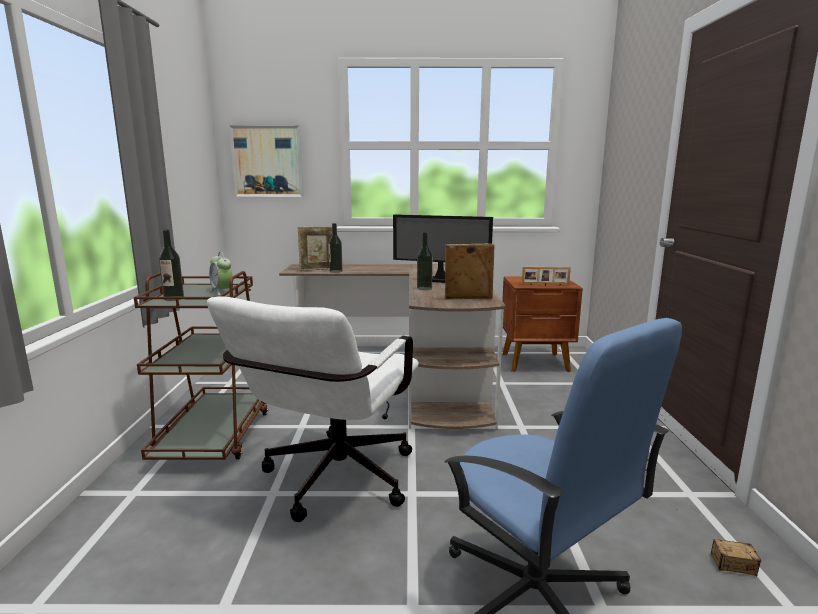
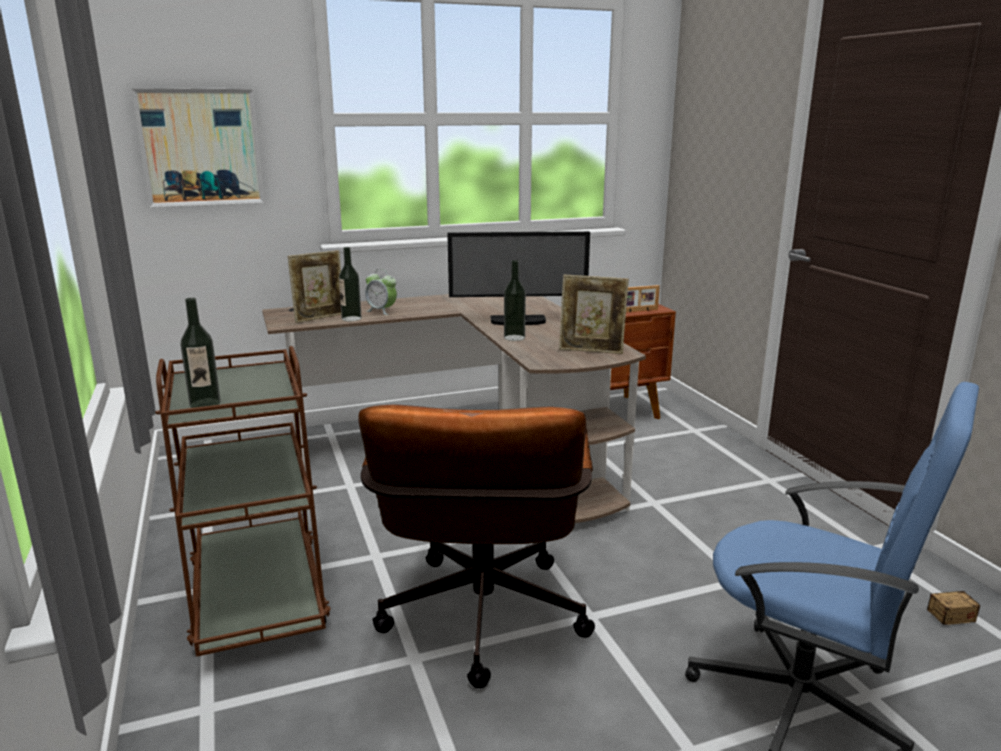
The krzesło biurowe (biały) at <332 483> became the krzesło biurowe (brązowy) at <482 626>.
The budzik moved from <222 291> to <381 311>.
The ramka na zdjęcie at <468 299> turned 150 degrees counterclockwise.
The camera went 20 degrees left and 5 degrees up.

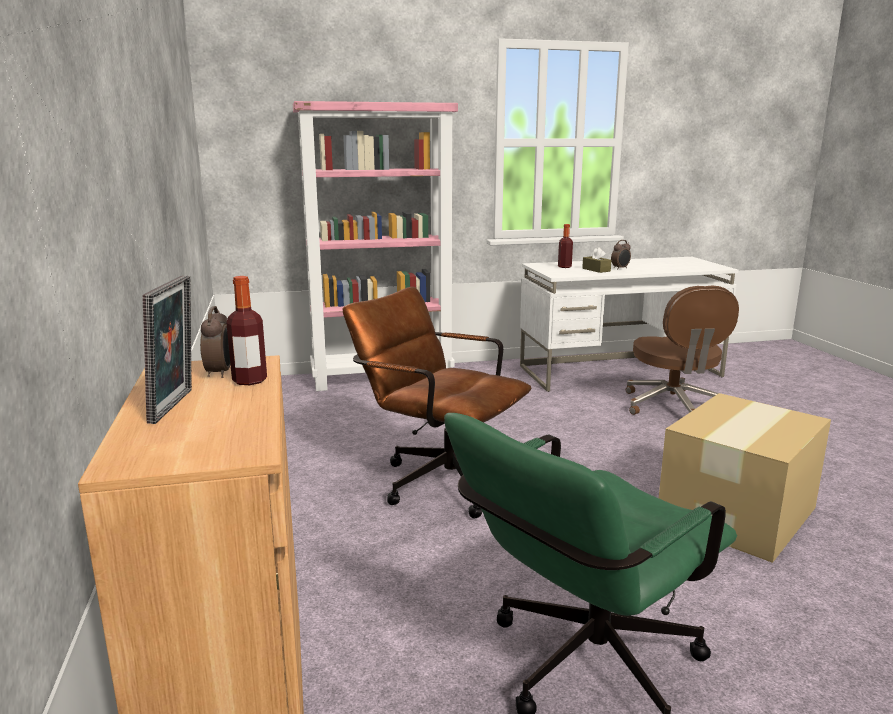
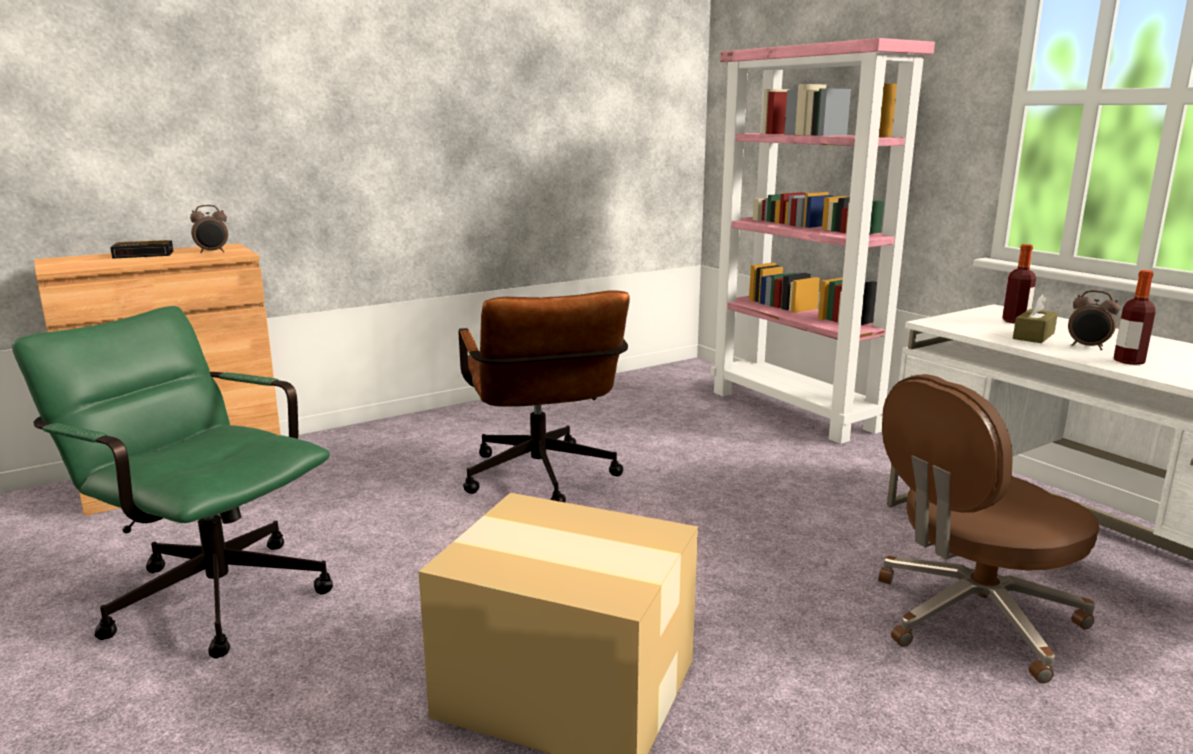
The ramka na zdjęcie at <176 406> was replaced by the budzik at <145 254>.
The butelka moved from <249 381> to <1128 361>.
The krzesło biurowe (brązowy) at <439 479> turned 150 degrees clockwise.
The camera went 70 degrees right and 0 degrees up.

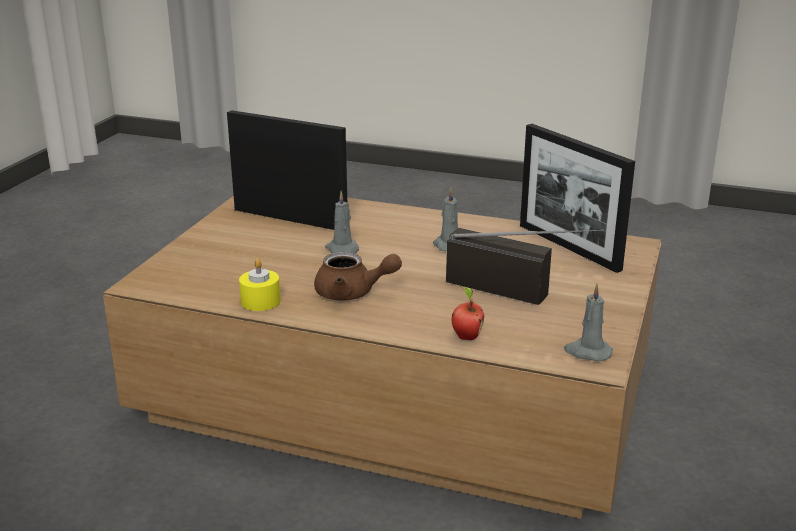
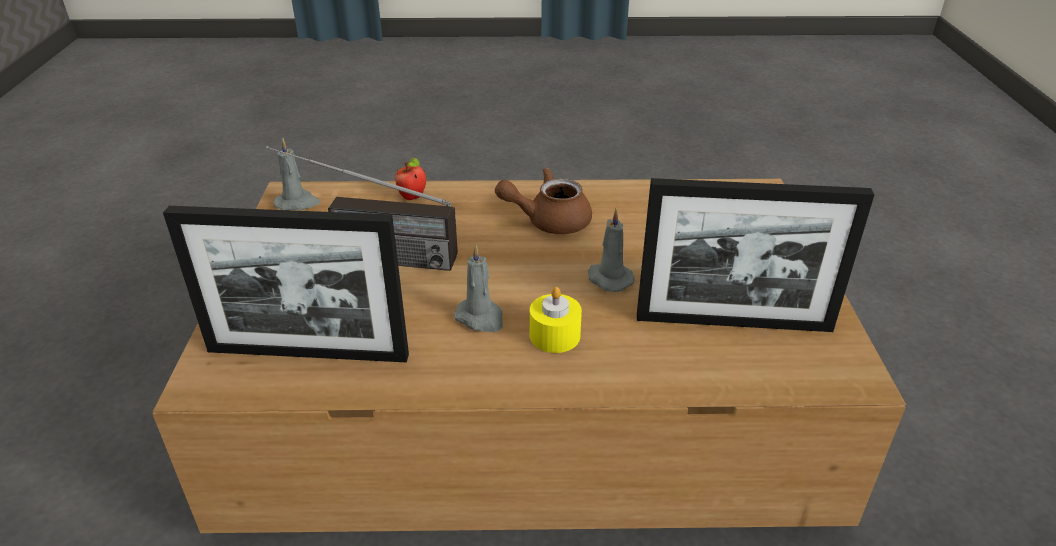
The świeca (żółty) moved from <260 301> to <554 335>.
The ramka na zdjęcie at <568 247> turned 150 degrees clockwise.
The camera went 160 degrees right and 10 degrees up.

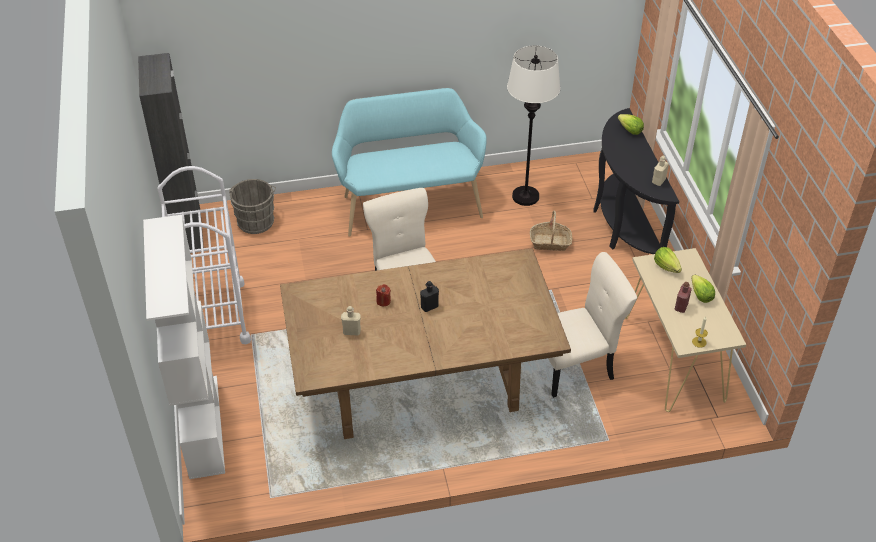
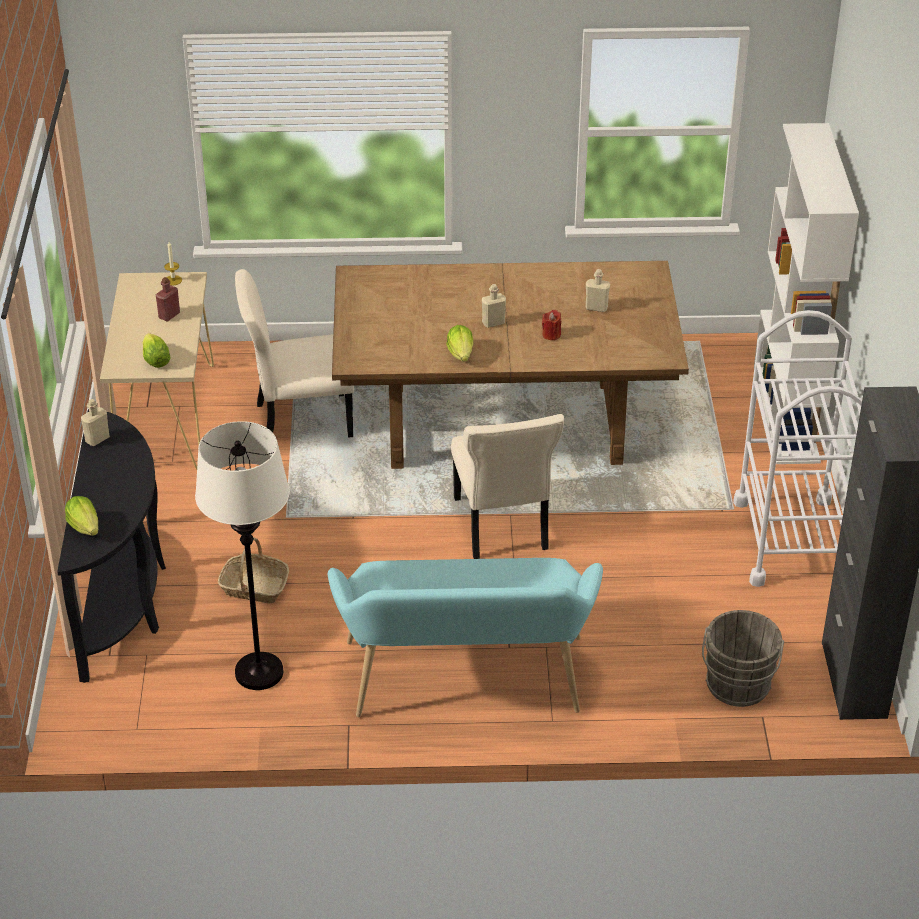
The butelka (czarny) at <429 307> became the butelka (beżowy) at <493 323>.
The sałata moved from <700 296> to <461 354>.
The camera went 170 degrees left and 5 degrees down.

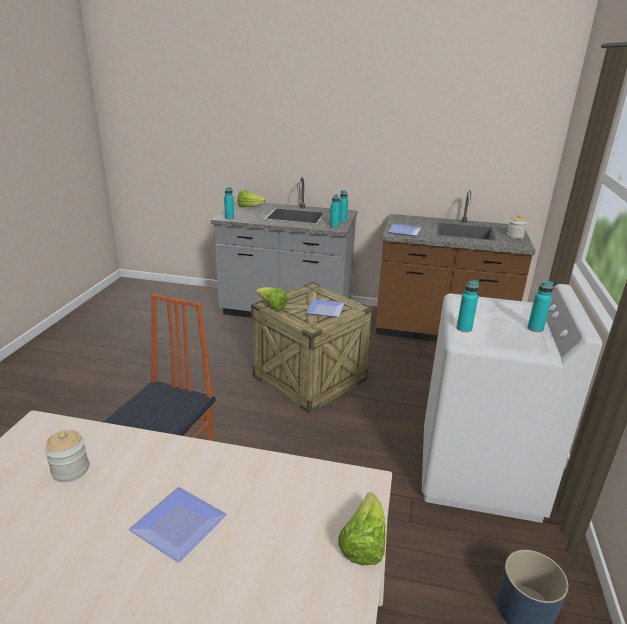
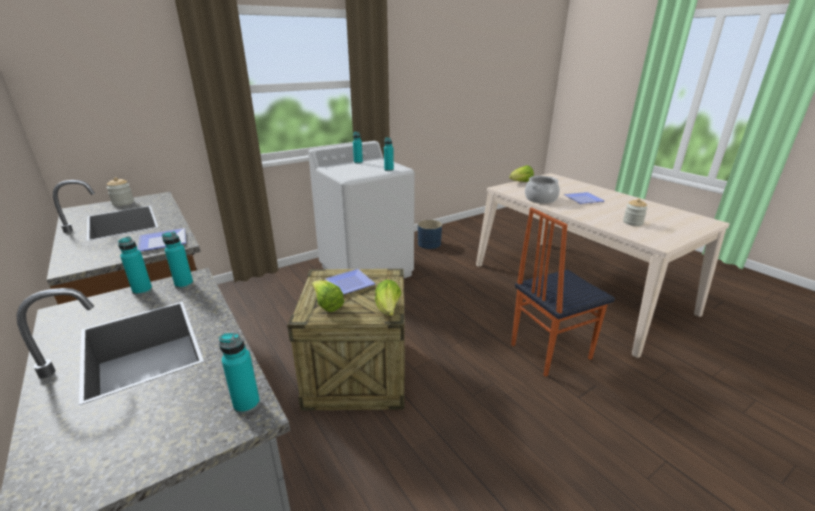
The sałata moved from <249 207> to <327 305>.
The garnek at <541 199> appeared.
The camera went 135 degrees left and 0 degrees up.

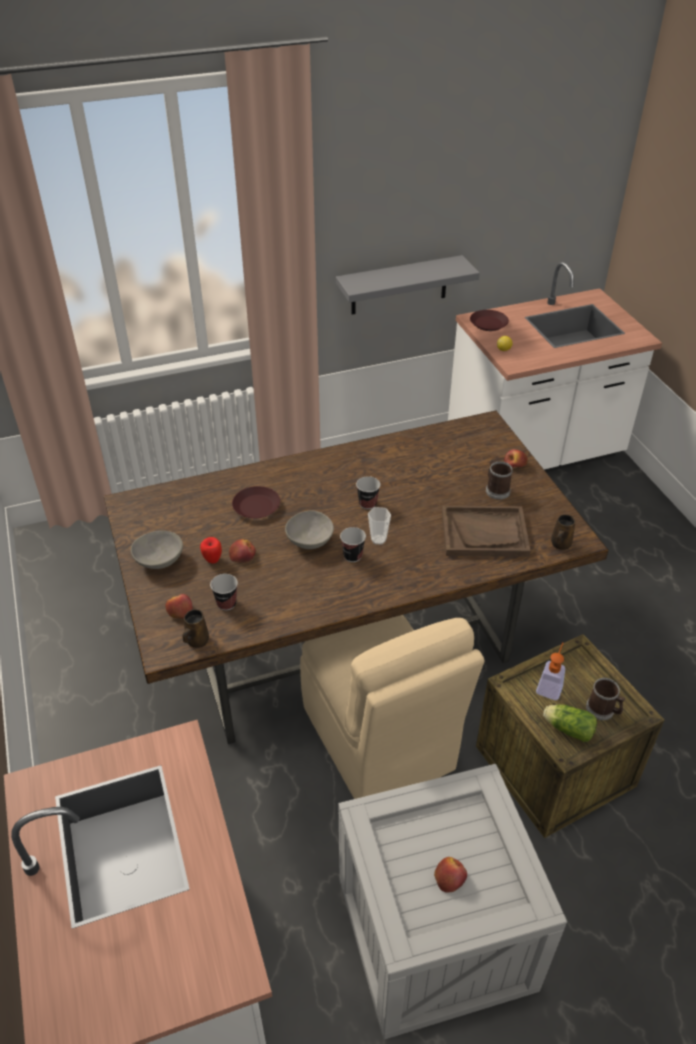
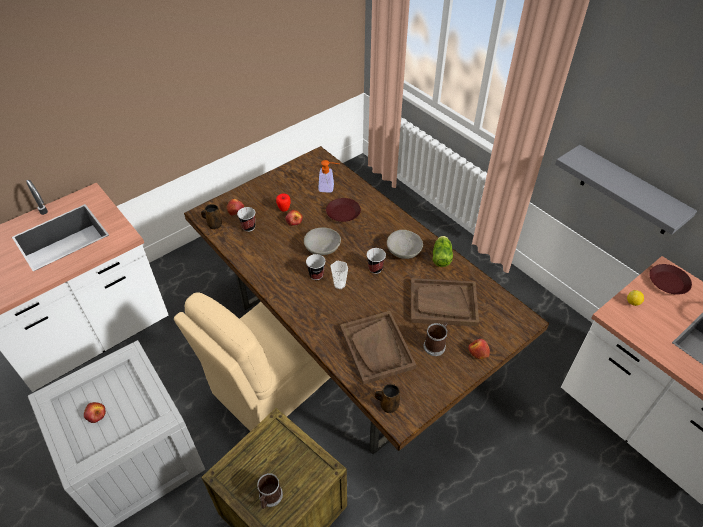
The miska (szary) moved from <159 560> to <403 251>.
The dozownik mydła moved from <550 686> to <329 188>.
The sałata moved from <567 728> to <441 256>.
The taca (brązowy) at <443 303> appeared.
The camera went 70 degrees right and 5 degrees up.

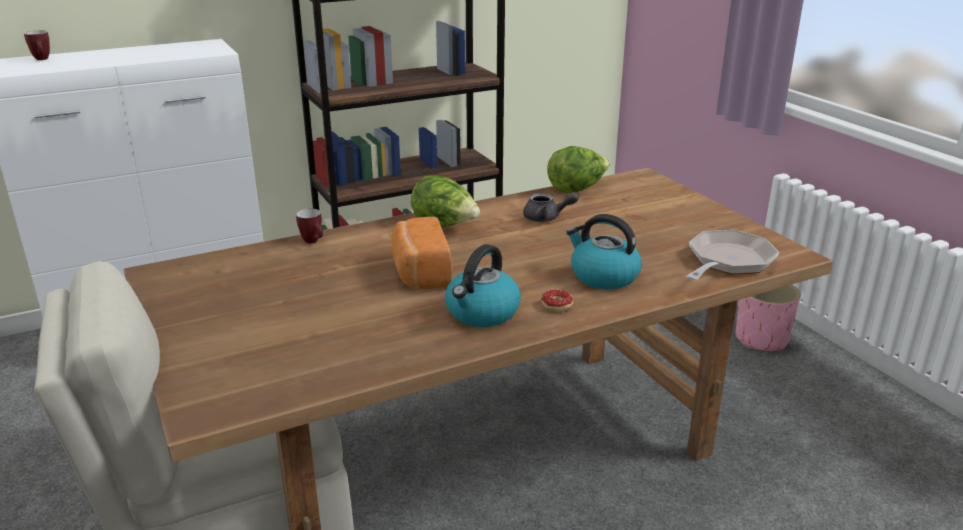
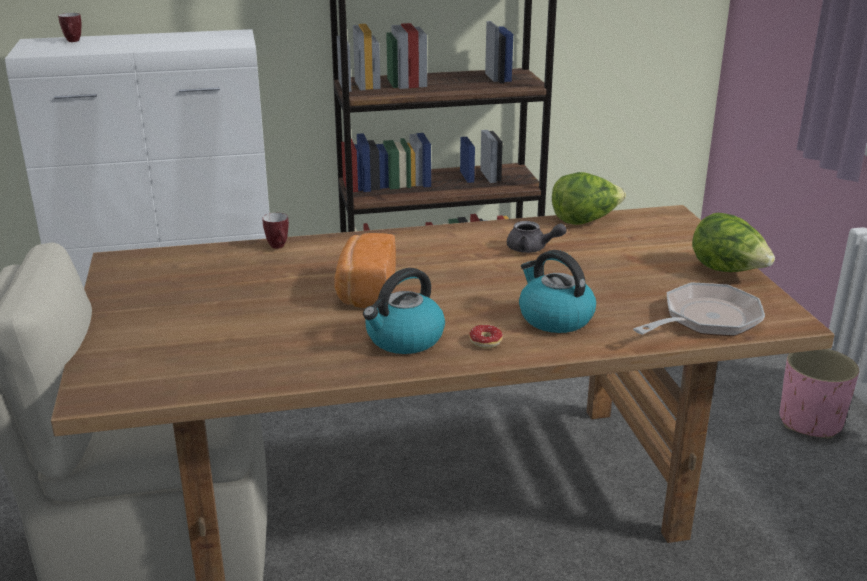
The sałata moved from <445 226> to <728 271>.
The camera went 15 degrees right and 0 degrees up.

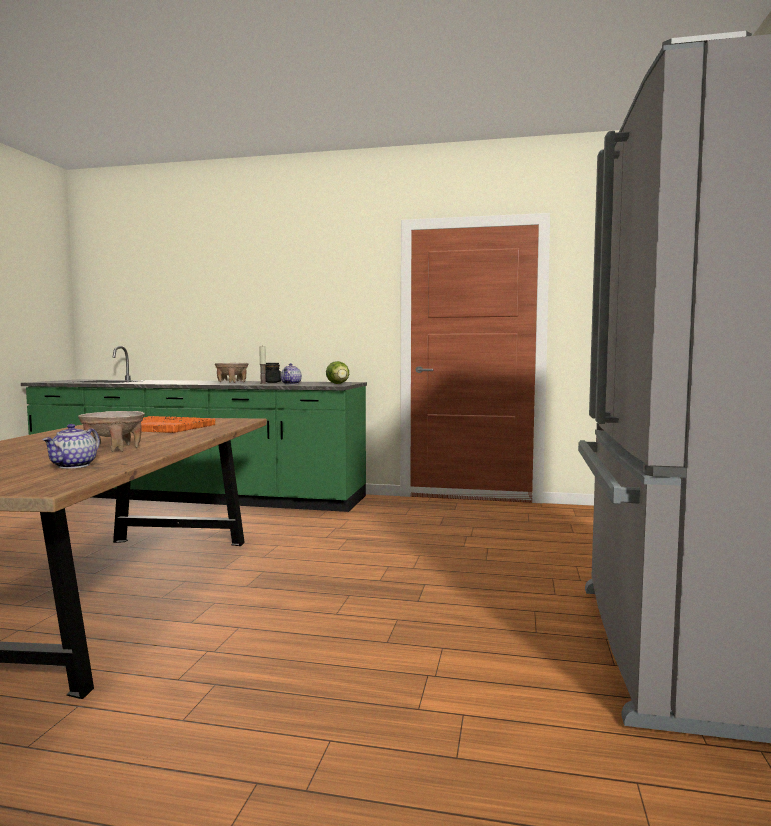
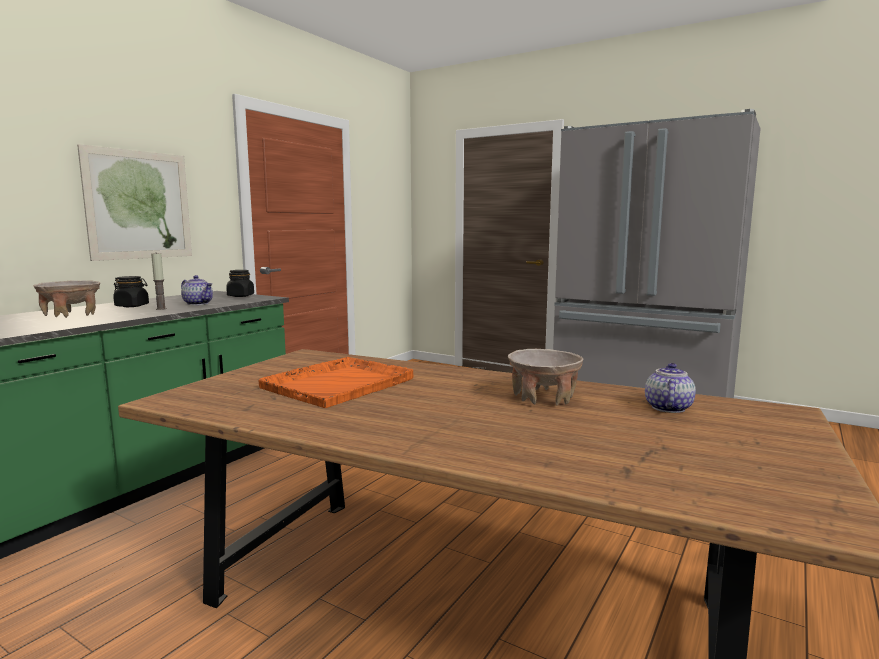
The imbryk at <74 466> turned 105 degrees counterclockwise.
The sałata at <339 384> was replaced by the słoik (czarny) at <240 296>.
The obraz at <139 205> appeared.
The camera went 70 degrees left and 5 degrees up.

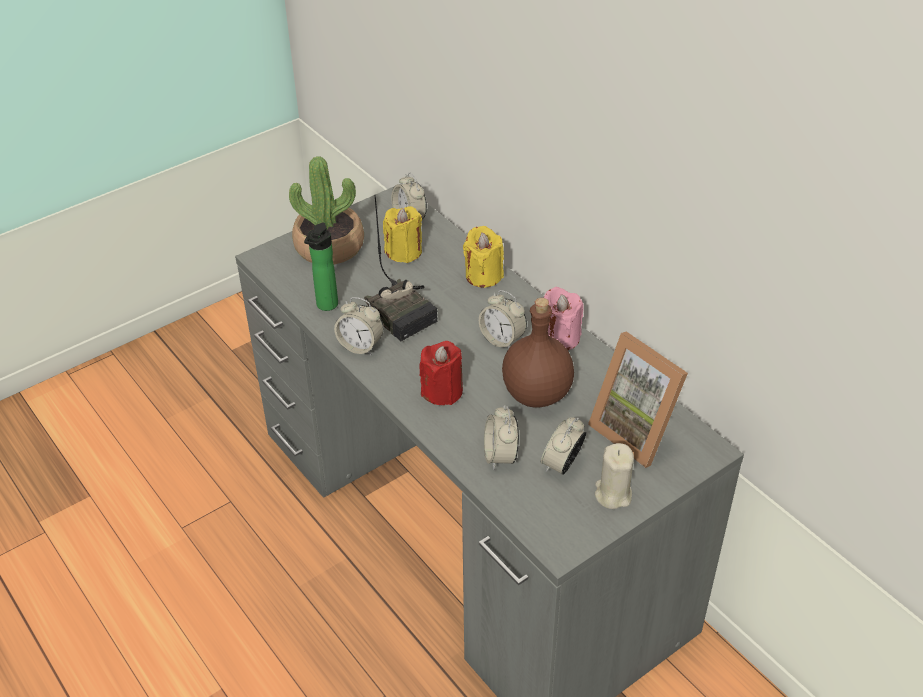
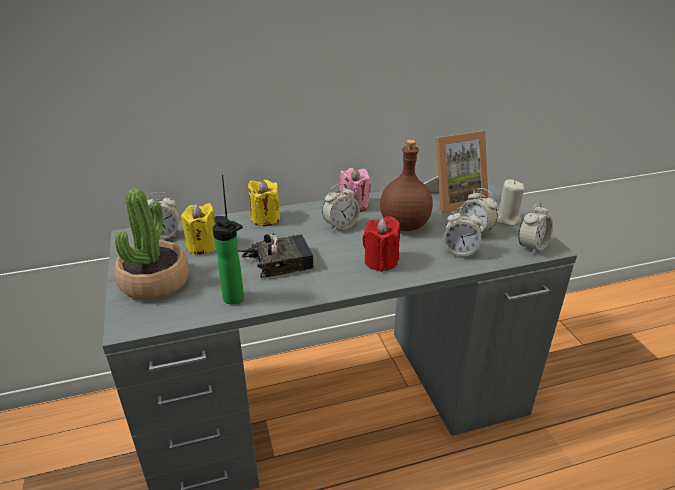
The budzik moved from <360 346> to <532 247>.
The camera went 70 degrees left and 10 degrees down.

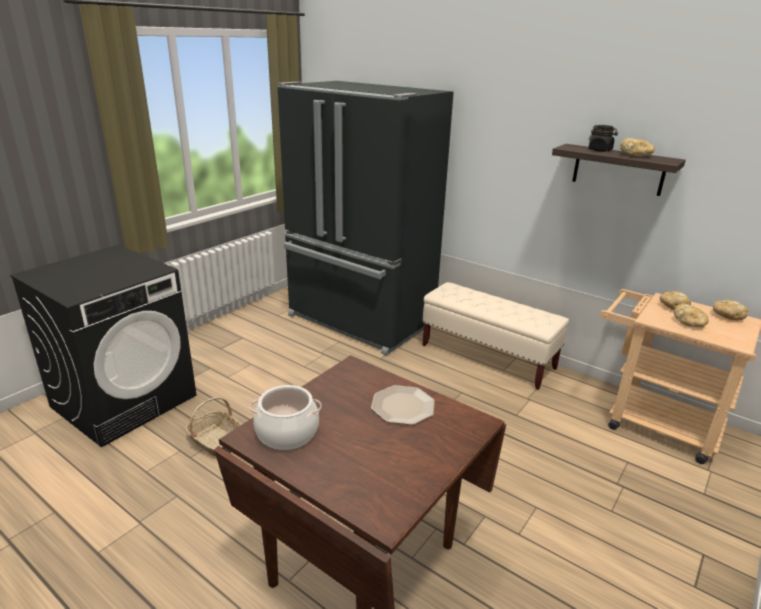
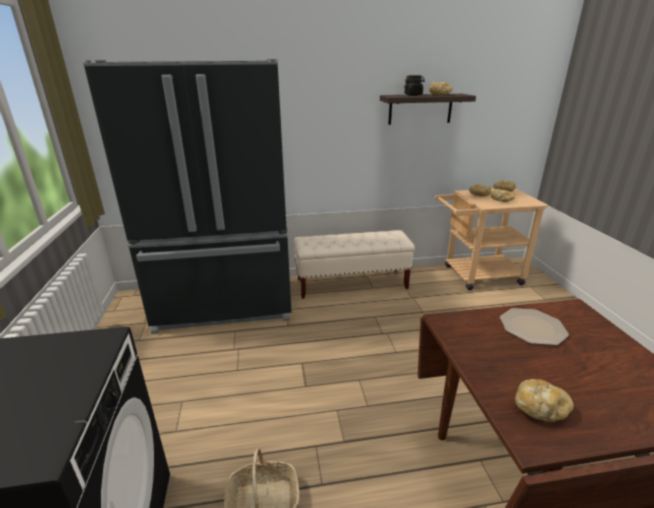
The garnek at <287 432> was replaced by the chleb at <539 409>.
The camera went 45 degrees left and 0 degrees up.

